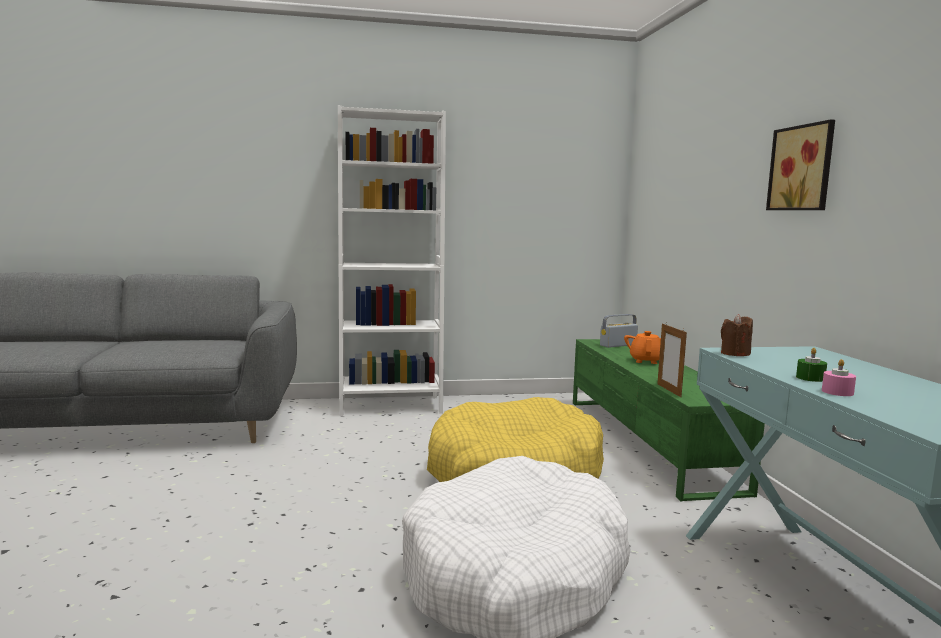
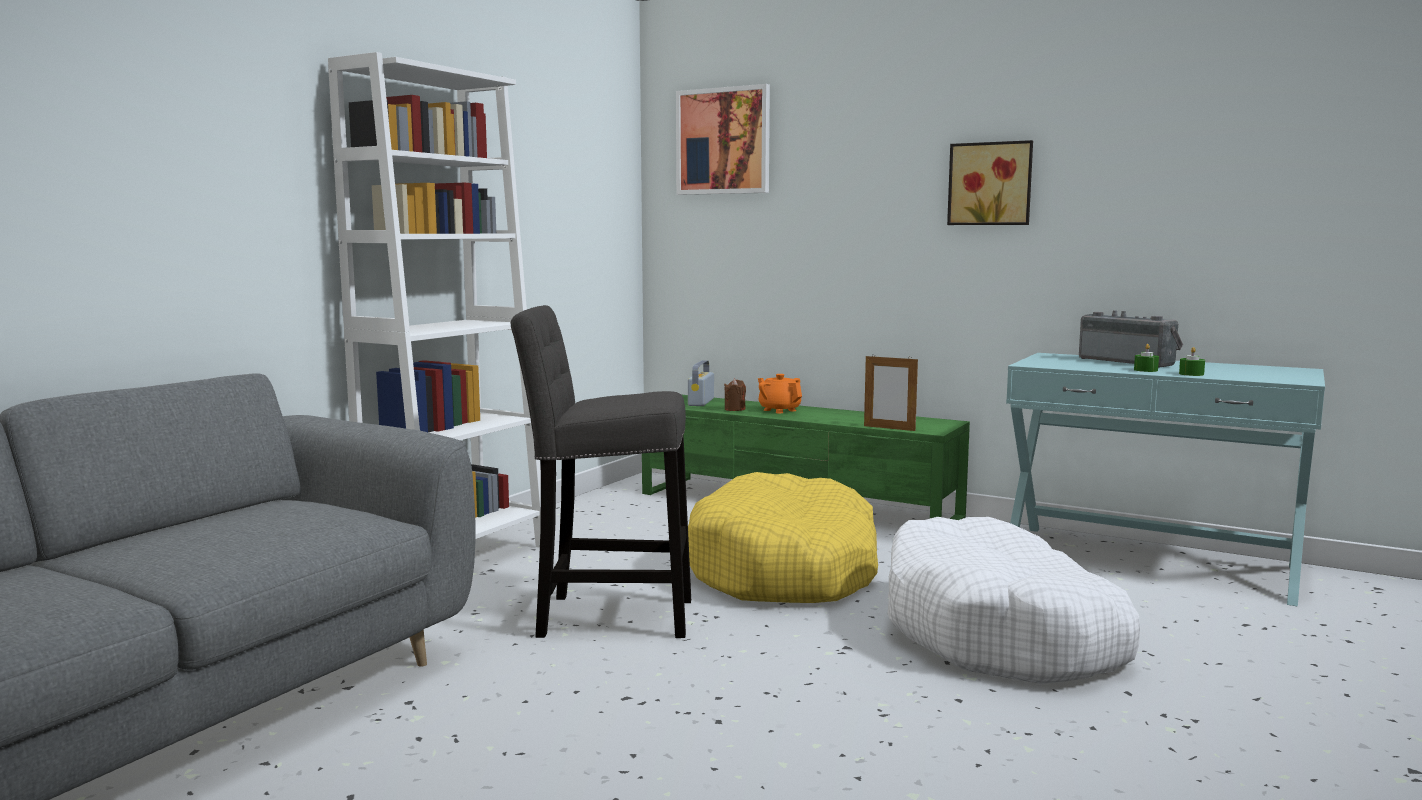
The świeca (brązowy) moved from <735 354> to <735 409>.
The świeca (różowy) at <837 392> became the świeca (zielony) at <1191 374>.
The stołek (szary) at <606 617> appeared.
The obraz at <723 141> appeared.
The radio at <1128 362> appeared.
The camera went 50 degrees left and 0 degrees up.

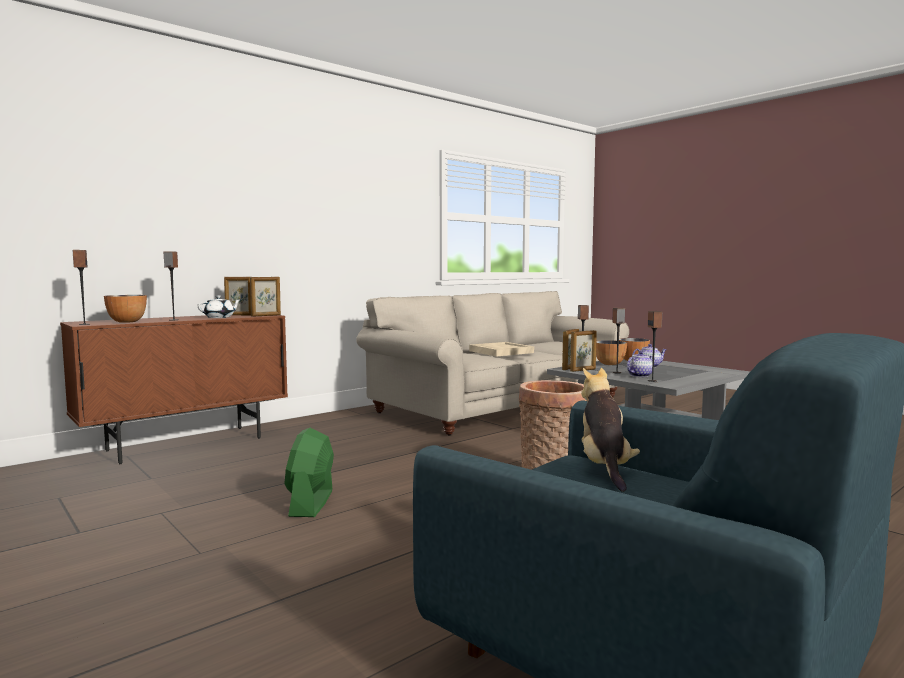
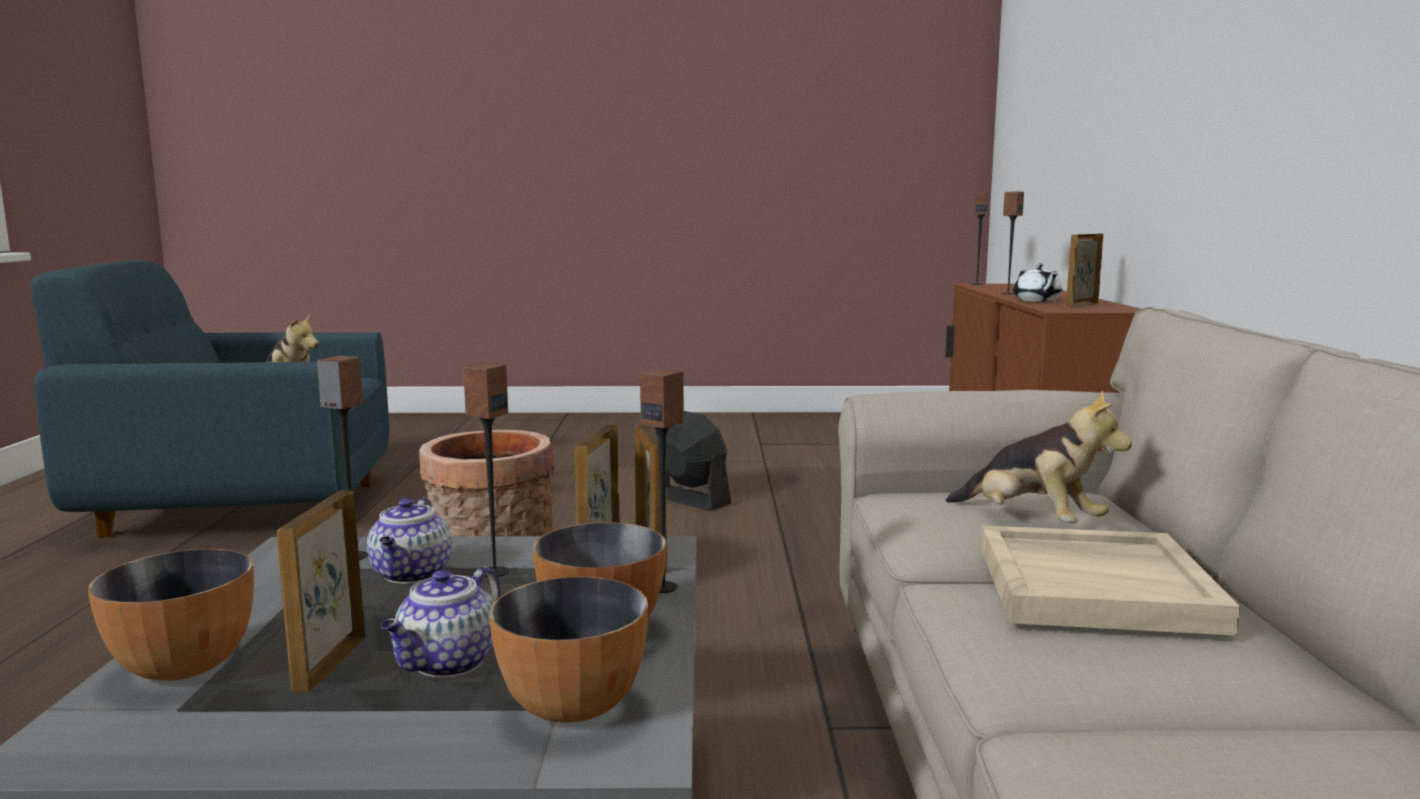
The miska moved from <126 322> to <185 666>.
The ramka na zdjęcie moved from <266 315> to <329 664>.
The wentylator (zielony) at <311 503> became the wentylator (czarny) at <688 498>.
The pluszak at <1031 522> appeared.
The camera went 130 degrees right and 5 degrees up.

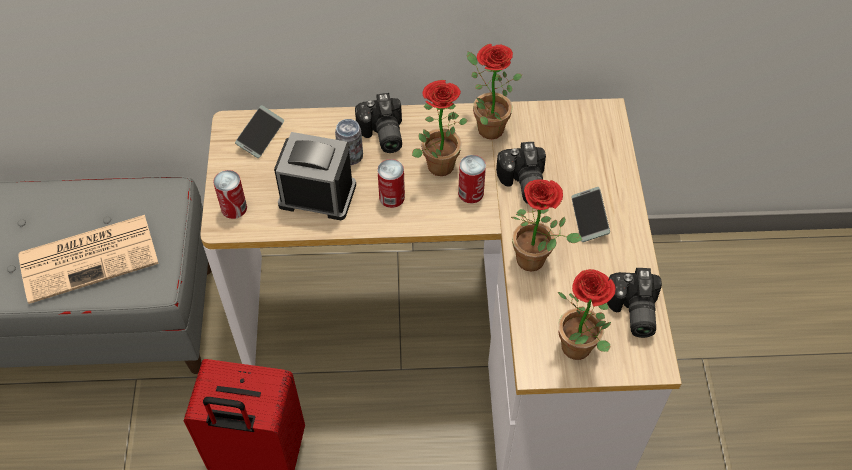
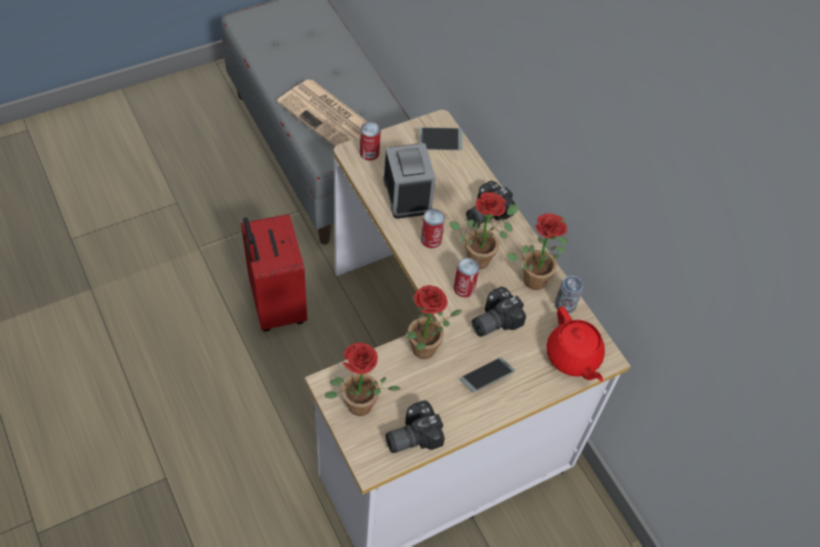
The puszka moved from <350 156> to <565 305>.
The imbryk (czerwony) at <573 357> appeared.
The camera went 60 degrees right and 0 degrees up.

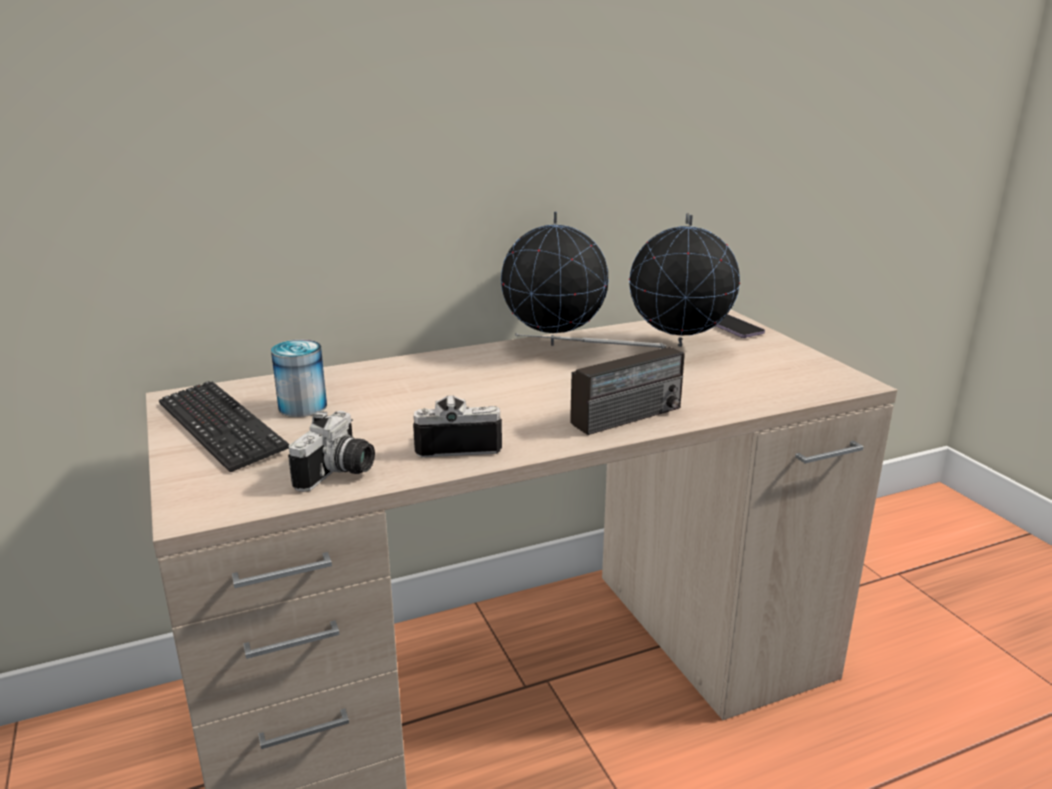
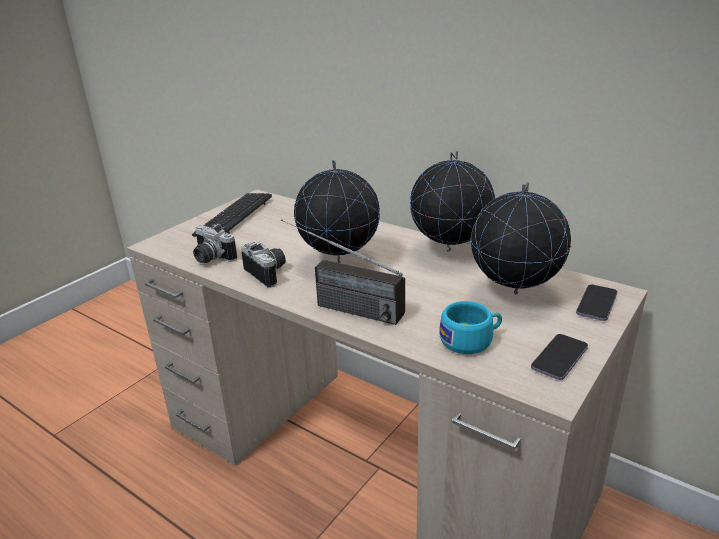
The puszka at <302 407> disappeared.
The aparat fotograficzny at <340 473> turned 45 degrees clockwise.
The globus at <340 261> appeared.
The filiżanka (turkusowy) at <471 340> appeared.
The telefon at <559 358> appeared.
The camera went 60 degrees right and 5 degrees up.

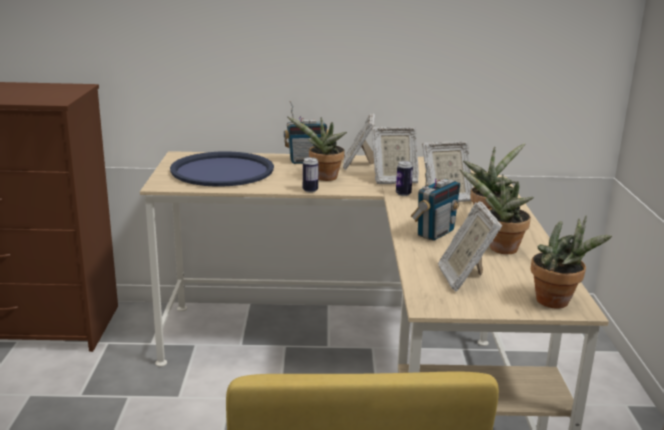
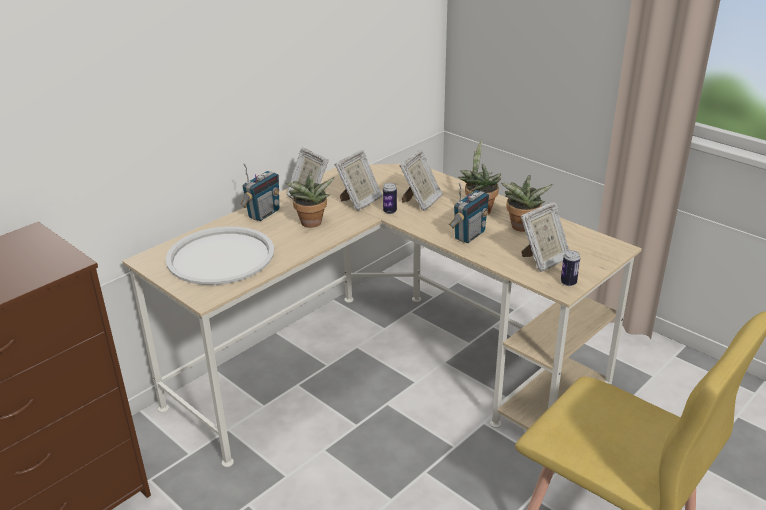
The taca (niebieski) at <222 171> became the taca (biały) at <221 257>.
The puszka moved from <310 190> to <568 283>.
The radio at <435 233> turned 45 degrees clockwise.
The ramka na zdjęcie at <464 278> turned 75 degrees counterclockwise.
The roślina doniczkowa at <557 302> disappeared.
The camera went 45 degrees left and 10 degrees up.

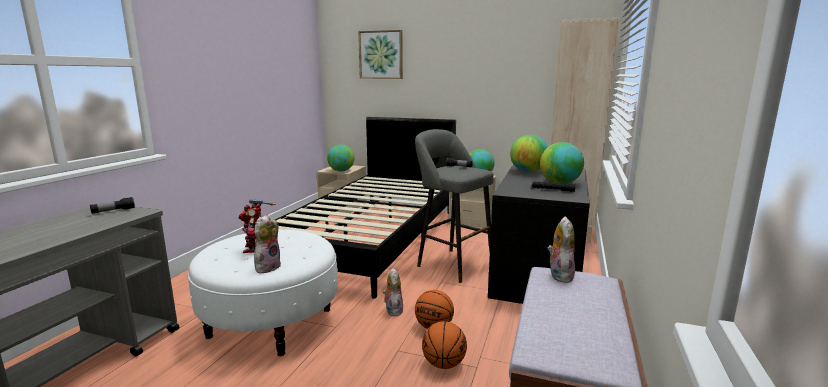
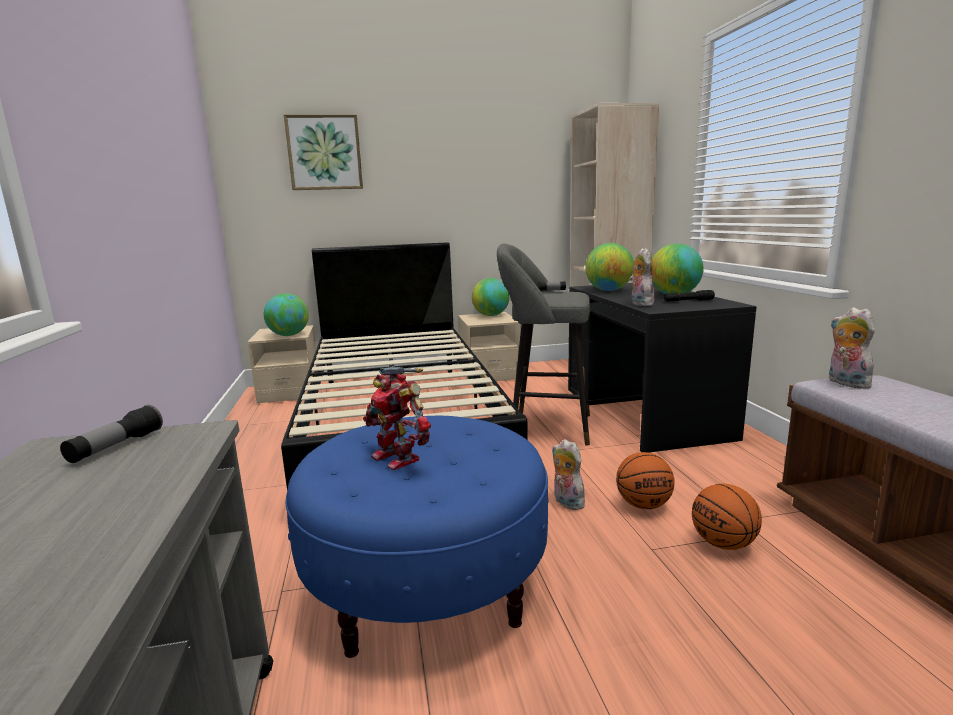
The pufa (biały) at <271 322> became the pufa (niebieski) at <427 583>.
The pluszak moved from <267 267> to <640 304>.
The camera went 30 degrees left and 0 degrees up.

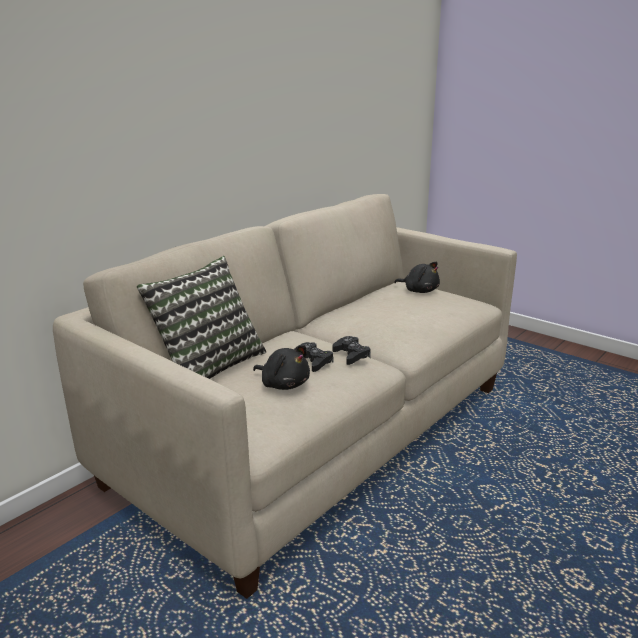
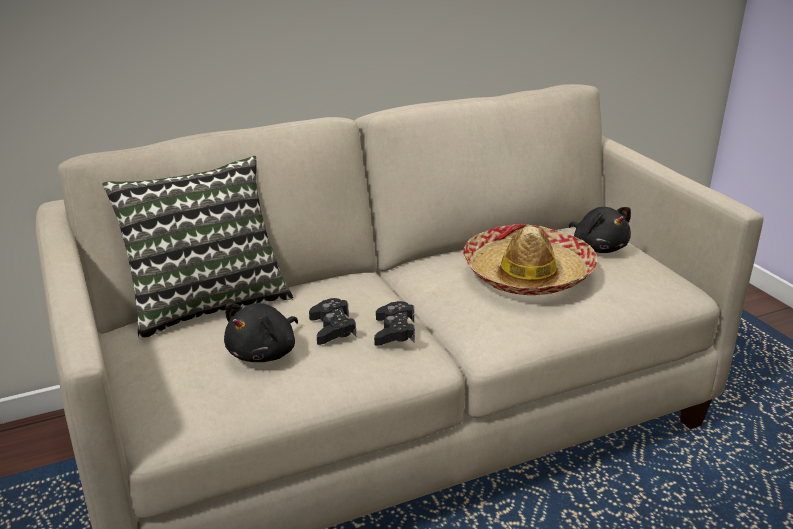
The pluszak (czarny) at <283 384> turned 60 degrees clockwise.
The kapelusz at <527 274> appeared.
The camera went 25 degrees right and 5 degrees up.

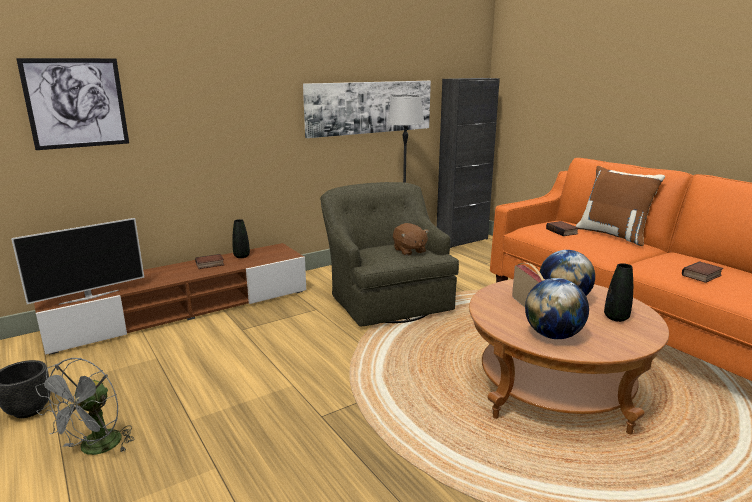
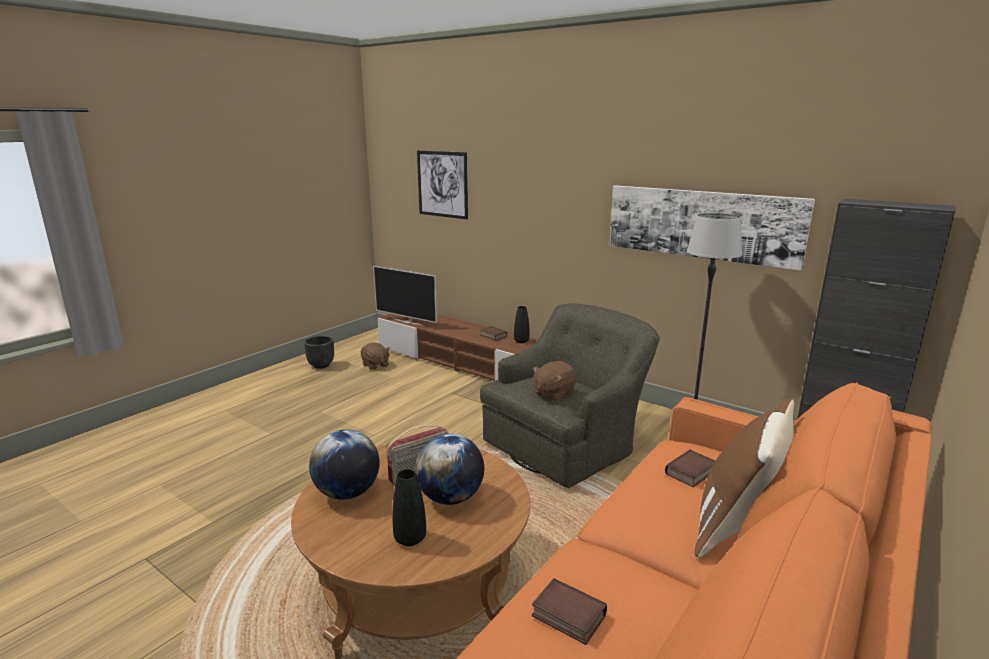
The wentylator (szary) at <95 449> disappeared.
The pluszak (brązowy) at <375 365> appeared.
The camera went 70 degrees right and 0 degrees up.

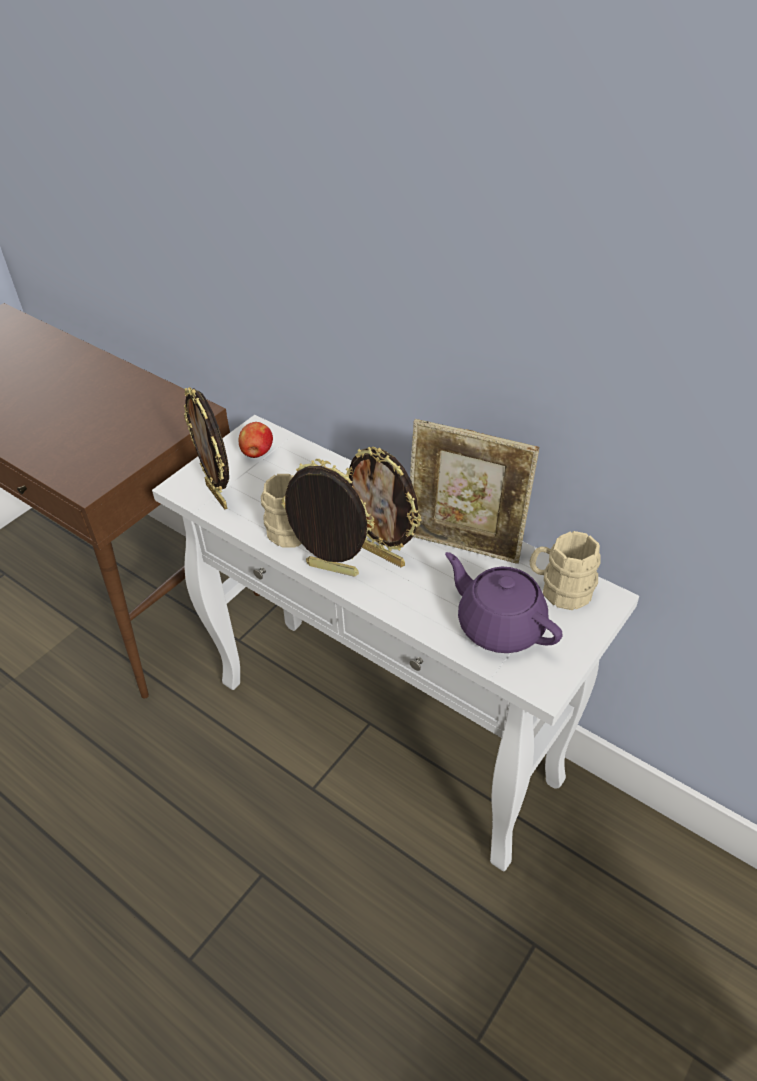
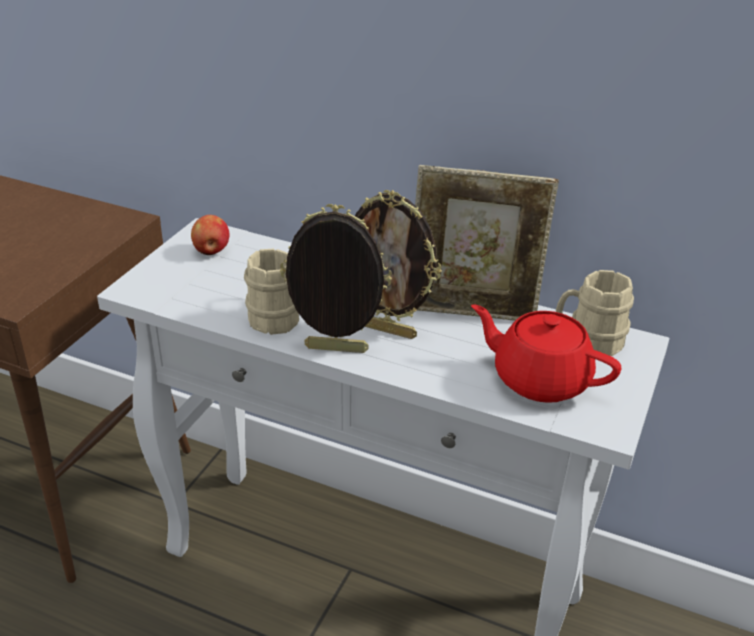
The ramka na zdjęcie at <218 495> disappeared.
The imbryk (fioletowy) at <499 625> became the imbryk (czerwony) at <539 379>.
The camera went 15 degrees left and 10 degrees down.

